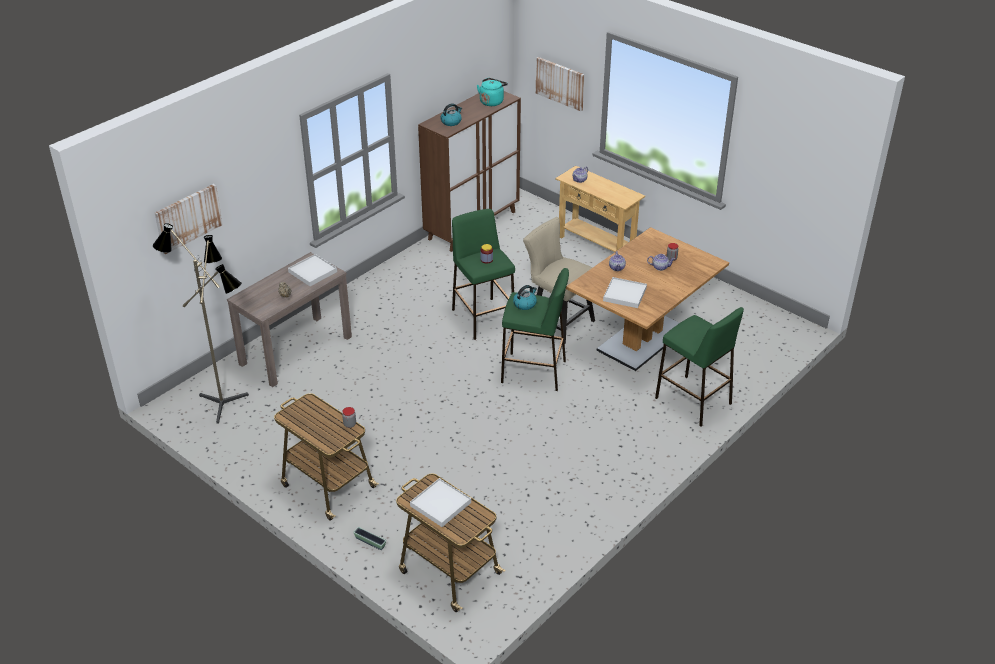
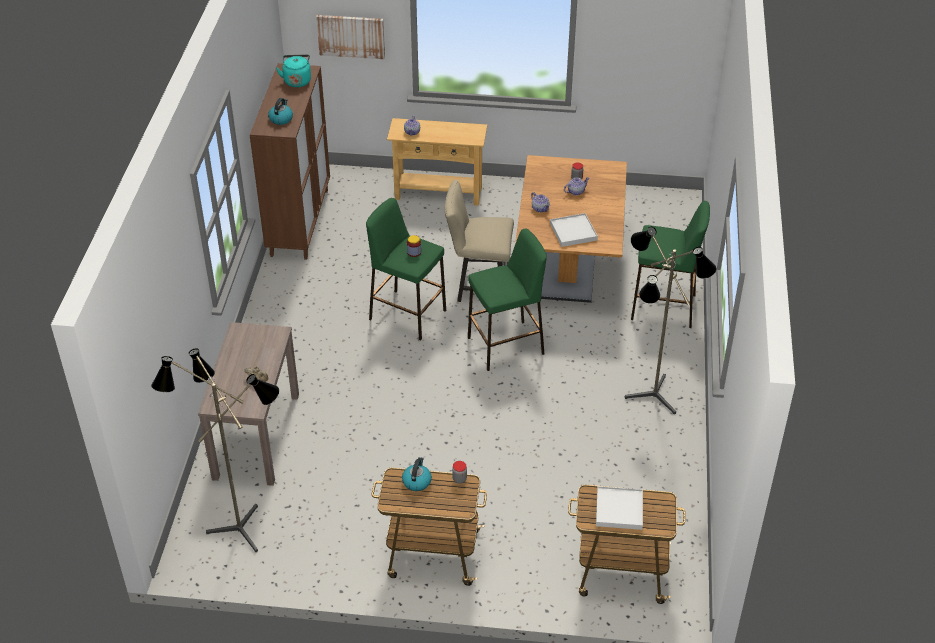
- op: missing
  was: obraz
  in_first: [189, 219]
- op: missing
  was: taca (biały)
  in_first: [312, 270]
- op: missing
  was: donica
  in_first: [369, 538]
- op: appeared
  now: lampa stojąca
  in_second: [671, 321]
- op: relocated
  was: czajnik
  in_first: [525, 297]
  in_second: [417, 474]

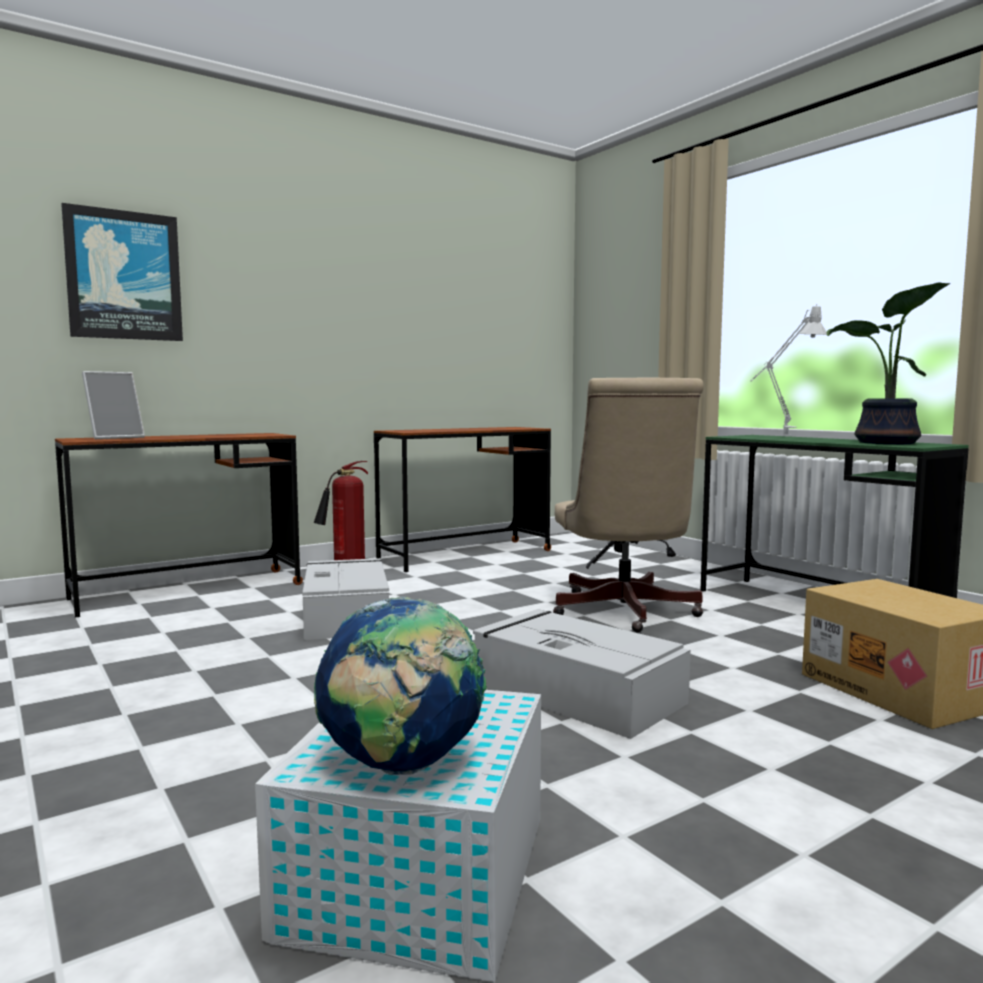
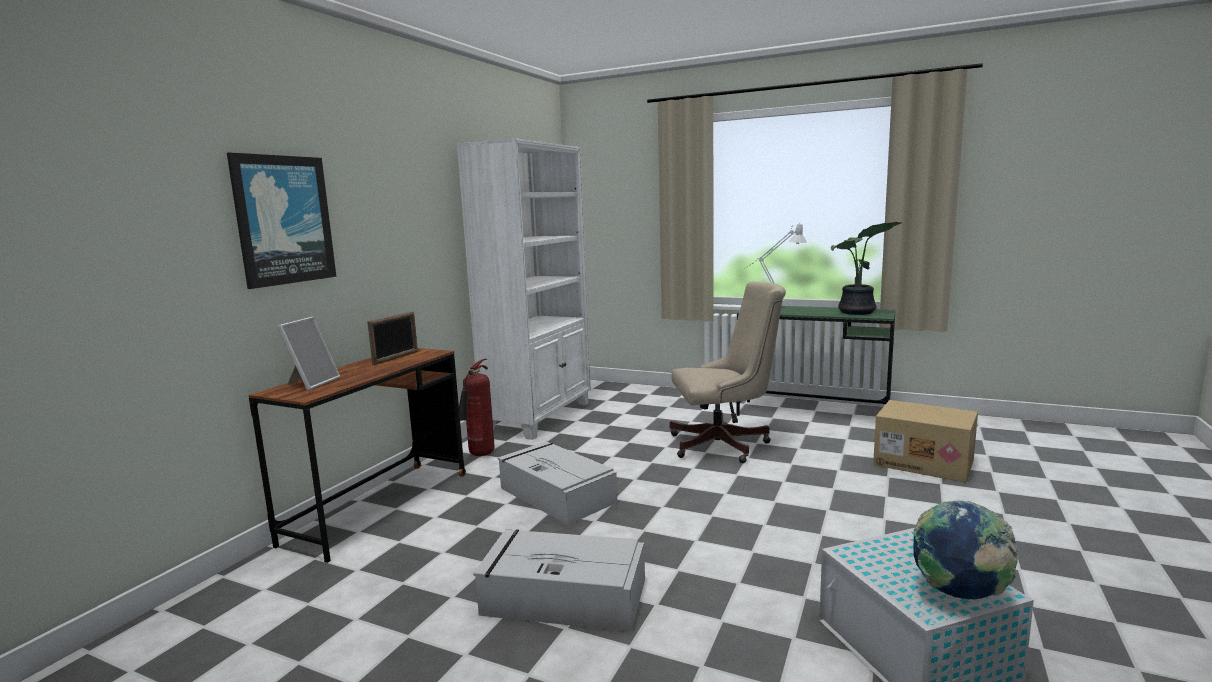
- op: appeared
  now: ramka na zdjęcie
  in_second: [392, 338]
- op: relocated
  was: pojemnik do przechowywania (szary)
  in_first: [582, 674]
  in_second: [559, 580]
- op: exchanged
  was: biurko (brązowy)
  now: regał (biały)
  in_first: [462, 499]
  in_second: [524, 289]
- op: spun
  was: krzesło biurowe (beżowy)
  in_first: [628, 505]
  in_second: [728, 372]
  clockwise: -60

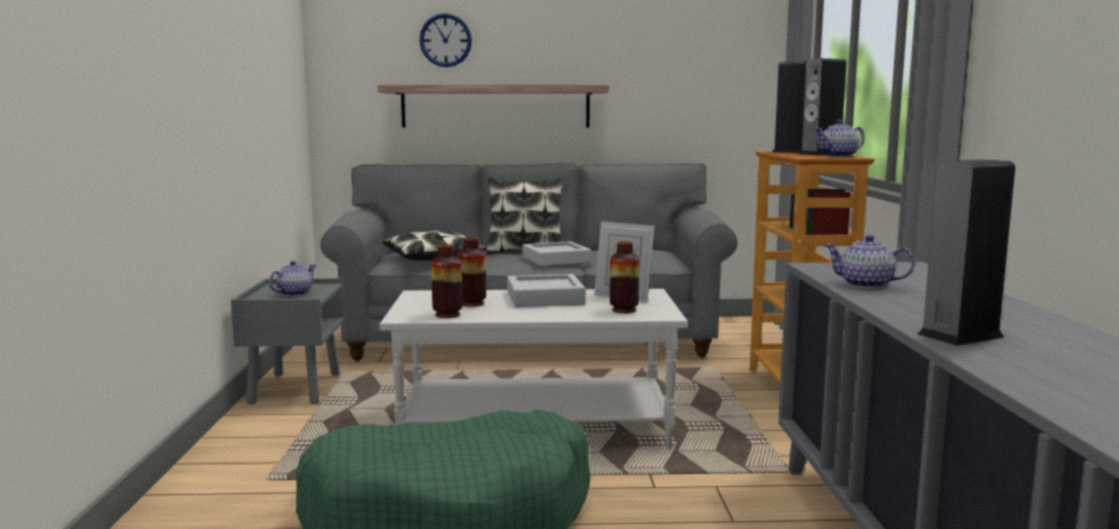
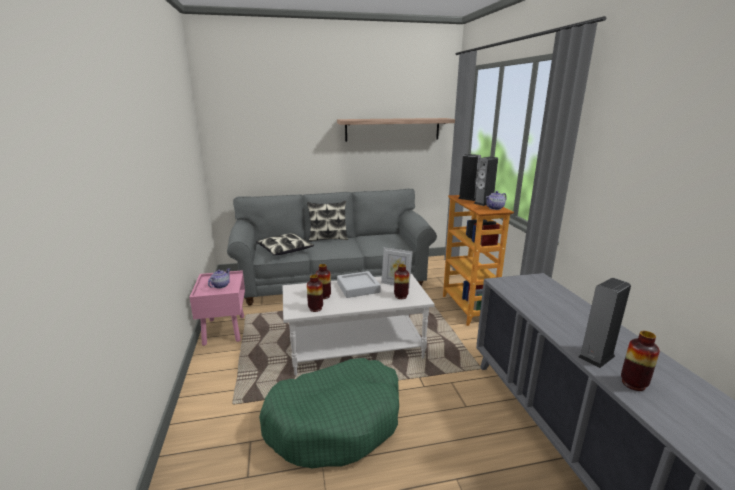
- op: missing
  was: zegar ścienny
  in_first: [445, 40]
- op: missing
  was: taca (szary)
  in_first: [556, 253]
- op: missing
  was: imbryk
  in_first: [870, 262]
- op: appeared
  now: wazon
  in_second: [640, 361]
- op: relocated
  was: półka
  in_first: [493, 106]
  in_second: [396, 130]
- op: colour
  was: szafka nocna (szary)
  now: szafka nocna (różowy)
  in_first: [288, 341]
  in_second: [217, 308]

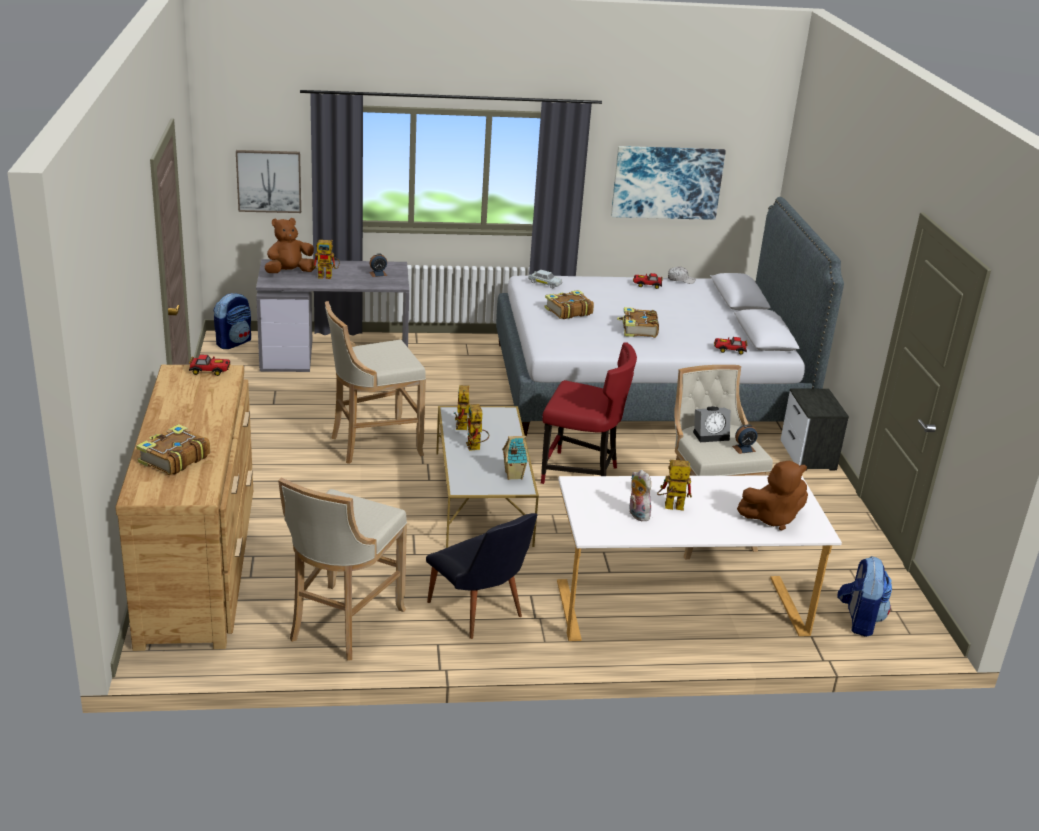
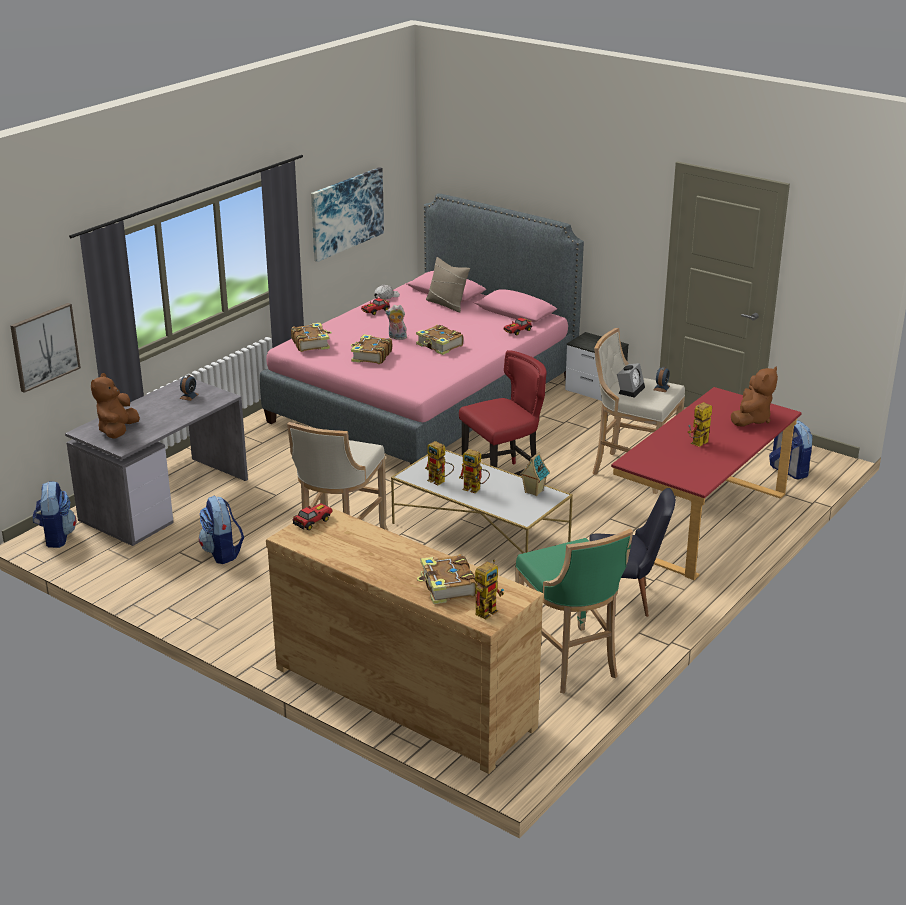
- op: appeared
  now: plecak
  in_second: [221, 530]
- op: appeared
  now: poduszka (beżowy)
  in_second: [448, 284]
- op: relocated
  was: robot zabawkowy
  in_first: [326, 259]
  in_second: [489, 590]
- op: relocated
  was: pluszak
  in_first: [640, 495]
  in_second: [396, 323]
- op: exchanged
  was: samochodzik (biały)
  now: książka
  in_first: [545, 279]
  in_second: [311, 337]
- op: colour
  was: stołek (beżowy)
  now: stołek (zielony)
  in_first: [342, 569]
  in_second: [574, 611]
- op: colour
  was: łóżko (szary)
  now: łóżko (różowy)
  in_first: [670, 316]
  in_second: [422, 329]
- op: colour
  was: biurko (biały)
  now: biurko (czerwony)
  in_first: [699, 558]
  in_second: [706, 483]

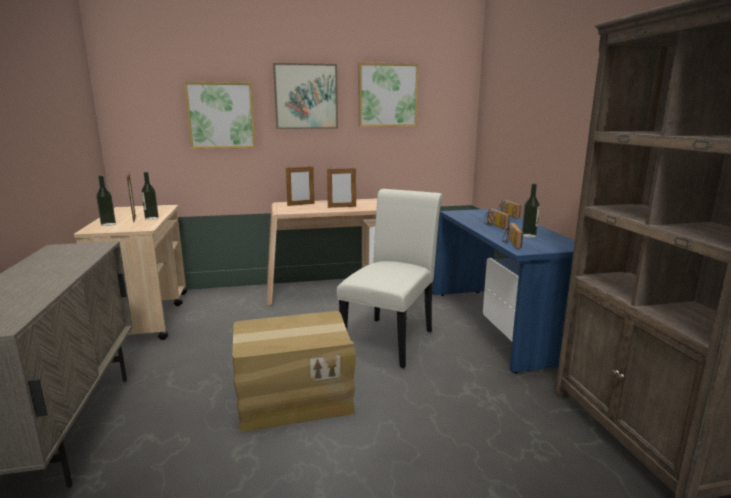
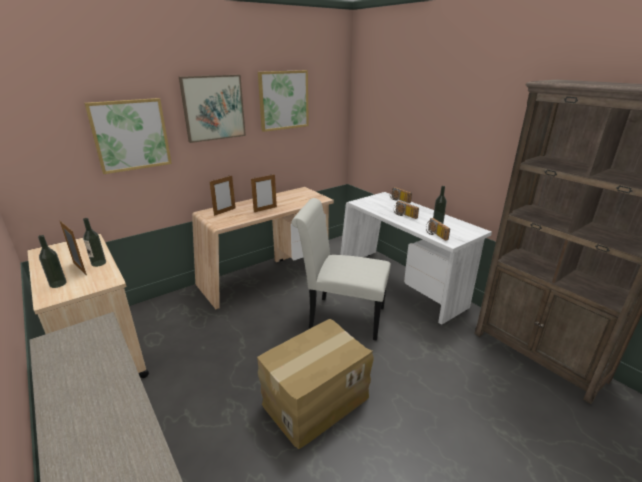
- op: colour
  was: biurko (niebieski)
  now: biurko (biały)
  in_first: [503, 291]
  in_second: [416, 258]
- op: spun
  was: krzesło (biały)
  in_first: [389, 278]
  in_second: [341, 269]
  clockwise: -75

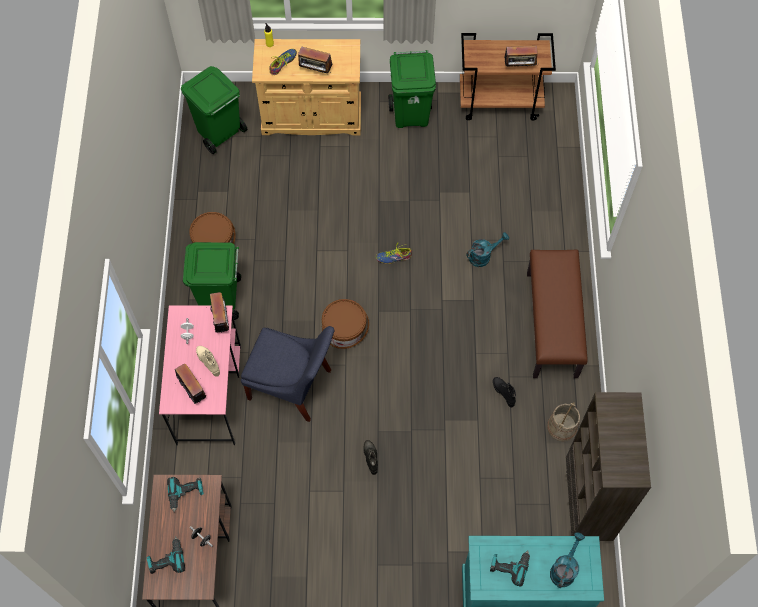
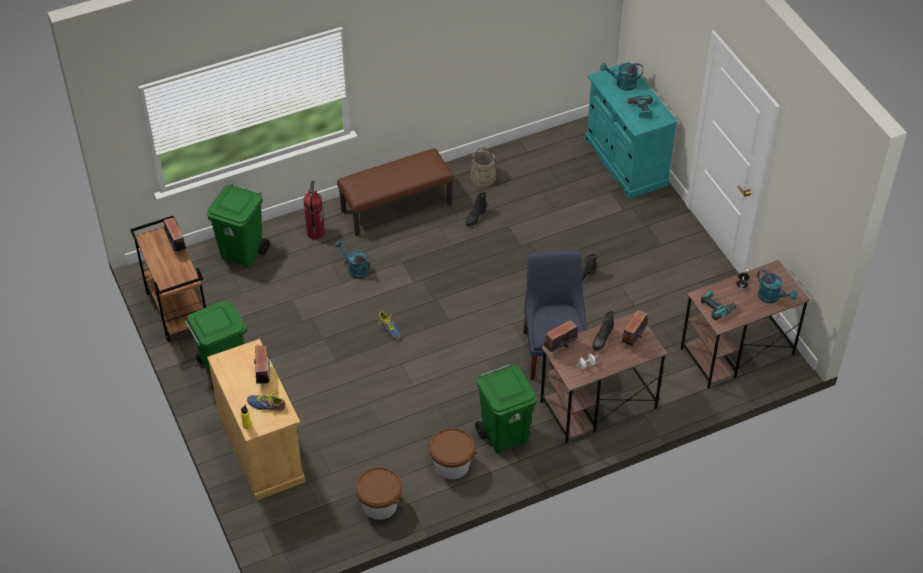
- op: missing
  was: regał (brązowy)
  in_first: [608, 466]
- op: appeared
  now: gaśnica
  in_second: [314, 210]
- op: relocated
  was: kosz na śmieci (zielony)
  in_first: [214, 110]
  in_second: [238, 226]
- op: relocated
  was: wiadro (brązowy)
  in_first: [345, 324]
  in_second: [380, 493]
- op: exchanged
  was: wiertarka
  now: konewka (turkusowy)
  in_first: [165, 555]
  in_second: [777, 286]
- op: colour
  was: biurko (różowy)
  now: biurko (brązowy)
  in_first: [200, 375]
  in_second: [603, 377]
- op: colour
  was: but z cholewką (beżowy)
  now: but z cholewką (czarny)
  in_first: [208, 361]
  in_second: [603, 331]

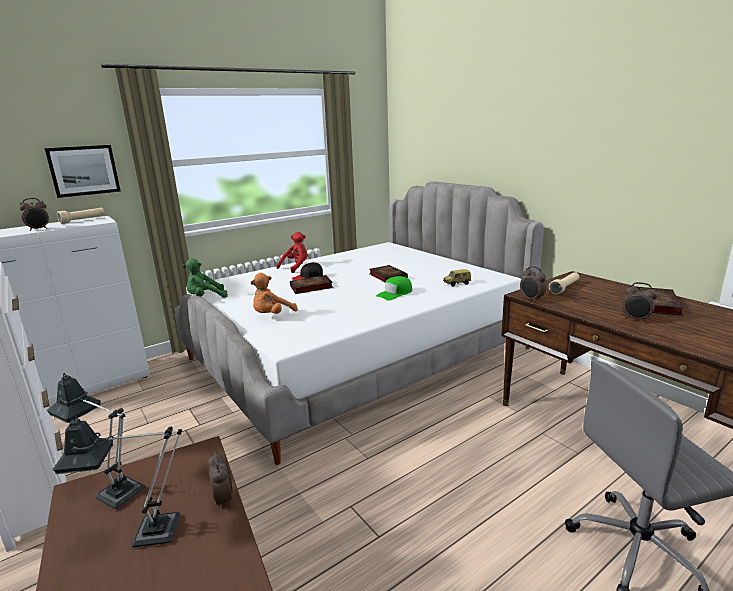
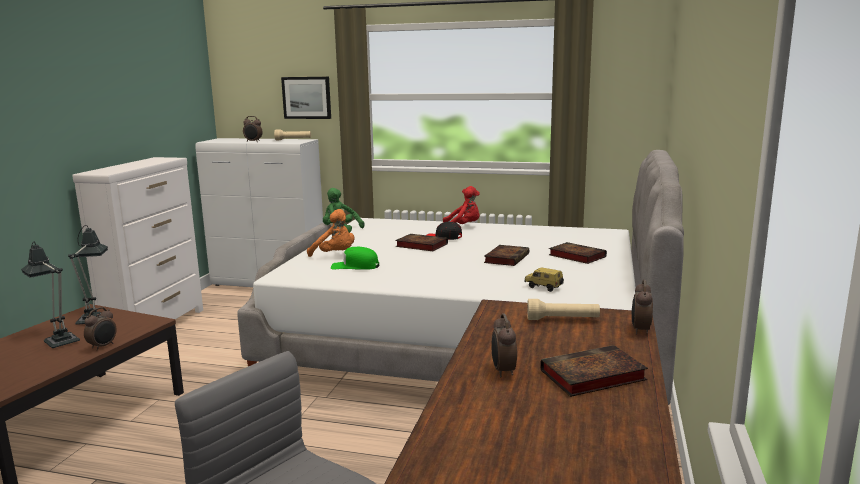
- op: appeared
  now: książka
  in_second: [578, 253]
- op: relocated
  was: czapka z daszkiem (zielony)
  in_first: [394, 288]
  in_second: [355, 258]
- op: relocated
  was: budzik
  in_first: [533, 284]
  in_second: [642, 307]
- op: spun
  was: pluszak (pomarańczowy)
  in_first: [274, 293]
  in_second: [330, 233]
  clockwise: -150

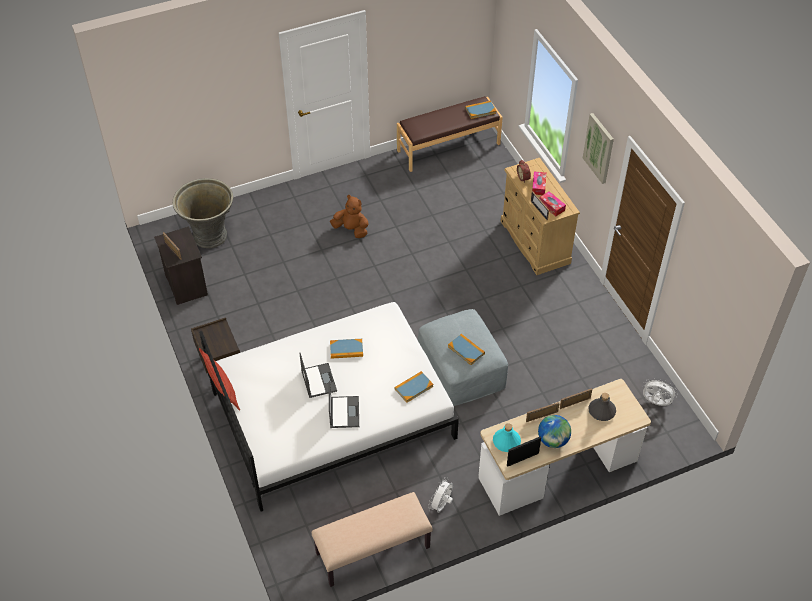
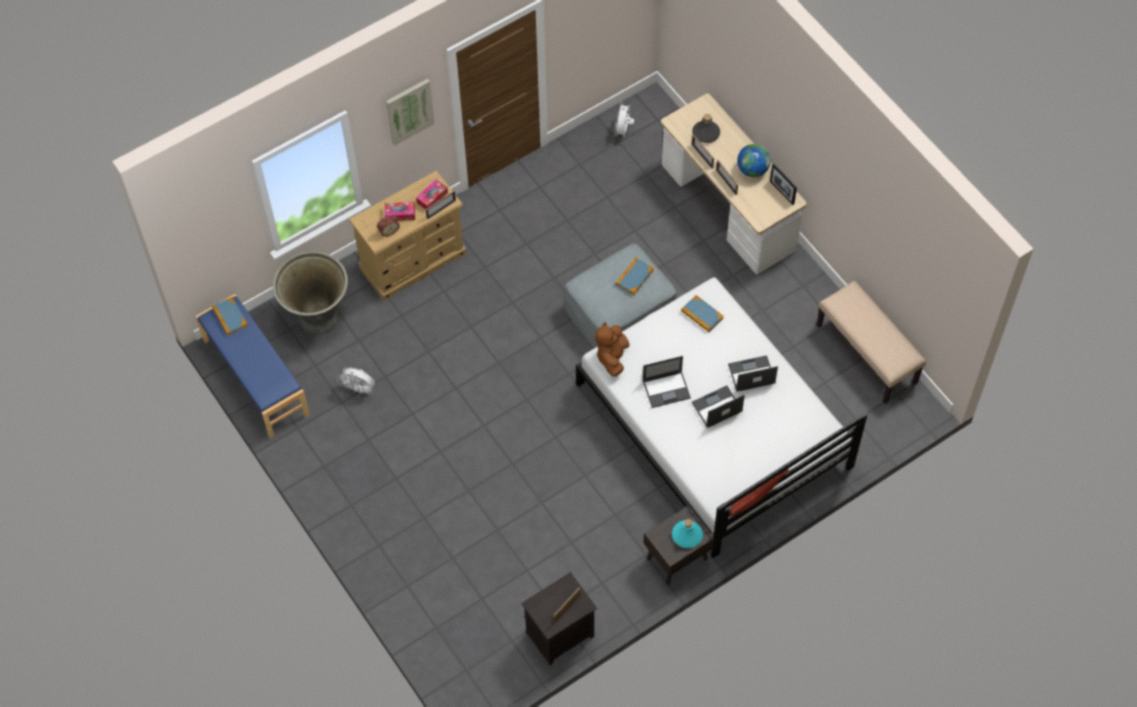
- op: relocated
  was: donica (szary)
  in_first: [202, 213]
  in_second: [310, 292]
- op: relocated
  was: pluszak (brązowy)
  in_first: [349, 216]
  in_second: [612, 349]
- op: relocated
  was: wentylator (biały)
  in_first: [440, 495]
  in_second: [356, 381]
- op: relocated
  was: butelka (turkusowy)
  in_first: [507, 437]
  in_second: [687, 533]
- op: exchanged
  was: książka
  now: laptop
  in_first: [346, 349]
  in_second: [667, 382]
- op: colour
  was: ławka (brązowy)
  now: ławka (niebieski)
  in_first: [450, 134]
  in_second: [252, 366]

